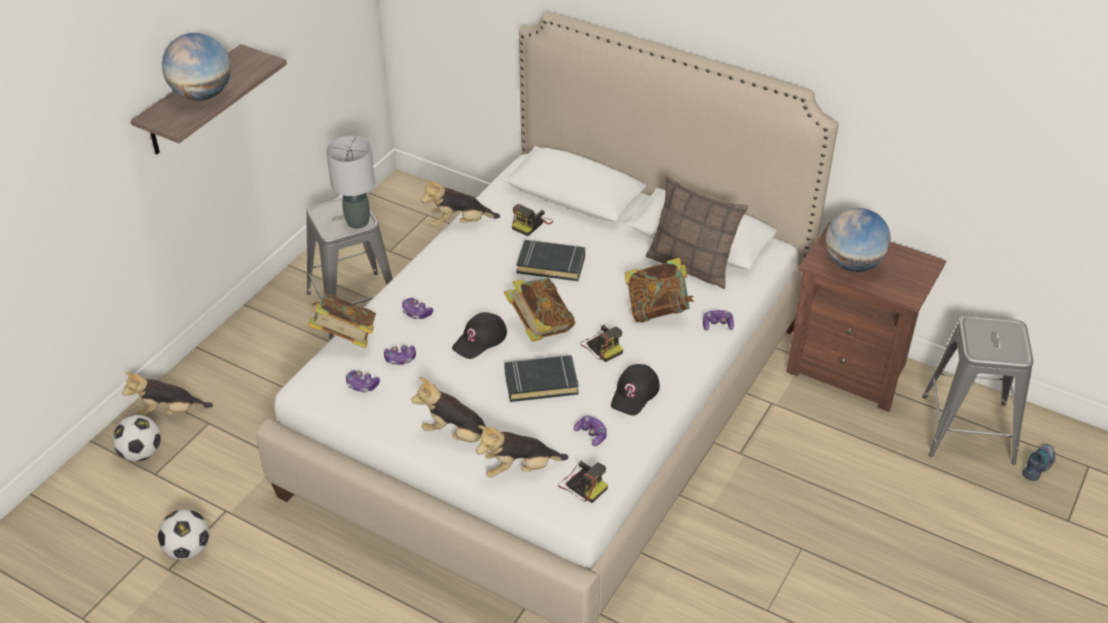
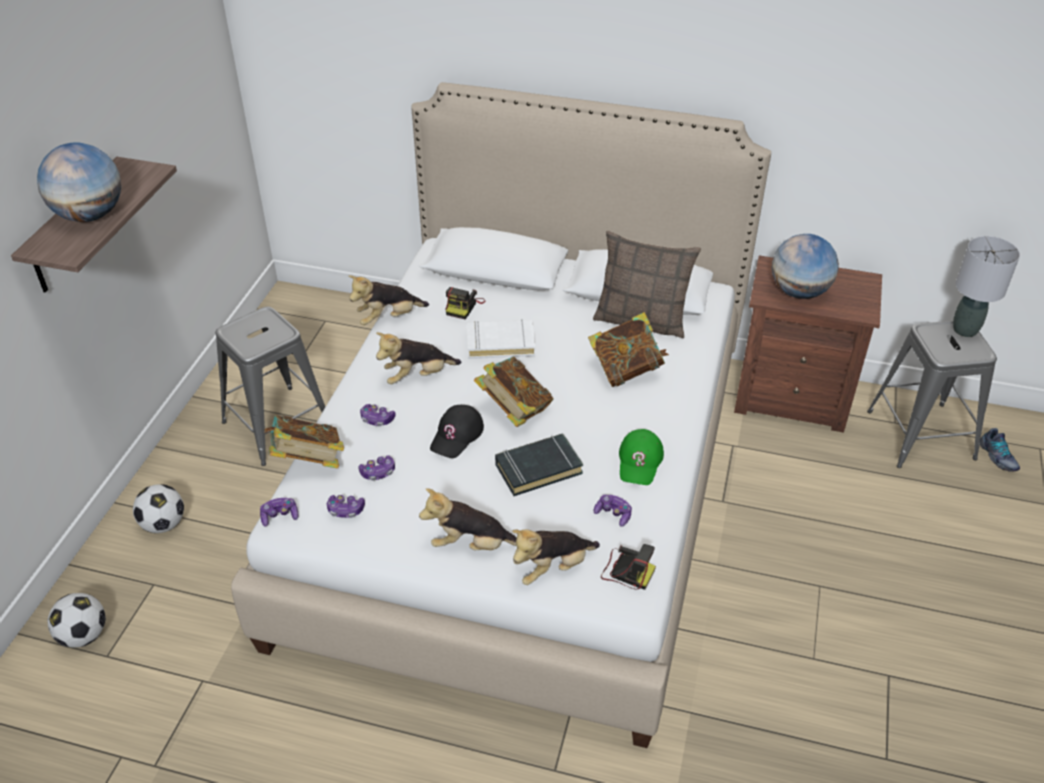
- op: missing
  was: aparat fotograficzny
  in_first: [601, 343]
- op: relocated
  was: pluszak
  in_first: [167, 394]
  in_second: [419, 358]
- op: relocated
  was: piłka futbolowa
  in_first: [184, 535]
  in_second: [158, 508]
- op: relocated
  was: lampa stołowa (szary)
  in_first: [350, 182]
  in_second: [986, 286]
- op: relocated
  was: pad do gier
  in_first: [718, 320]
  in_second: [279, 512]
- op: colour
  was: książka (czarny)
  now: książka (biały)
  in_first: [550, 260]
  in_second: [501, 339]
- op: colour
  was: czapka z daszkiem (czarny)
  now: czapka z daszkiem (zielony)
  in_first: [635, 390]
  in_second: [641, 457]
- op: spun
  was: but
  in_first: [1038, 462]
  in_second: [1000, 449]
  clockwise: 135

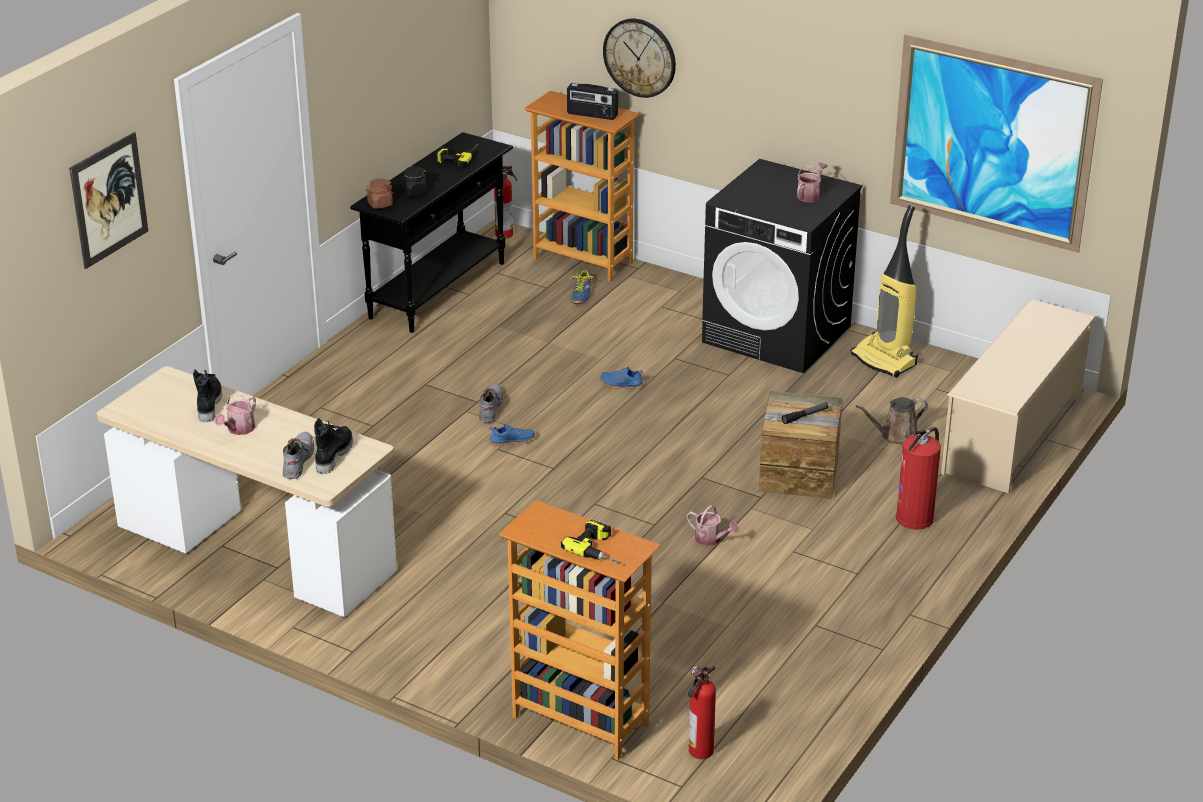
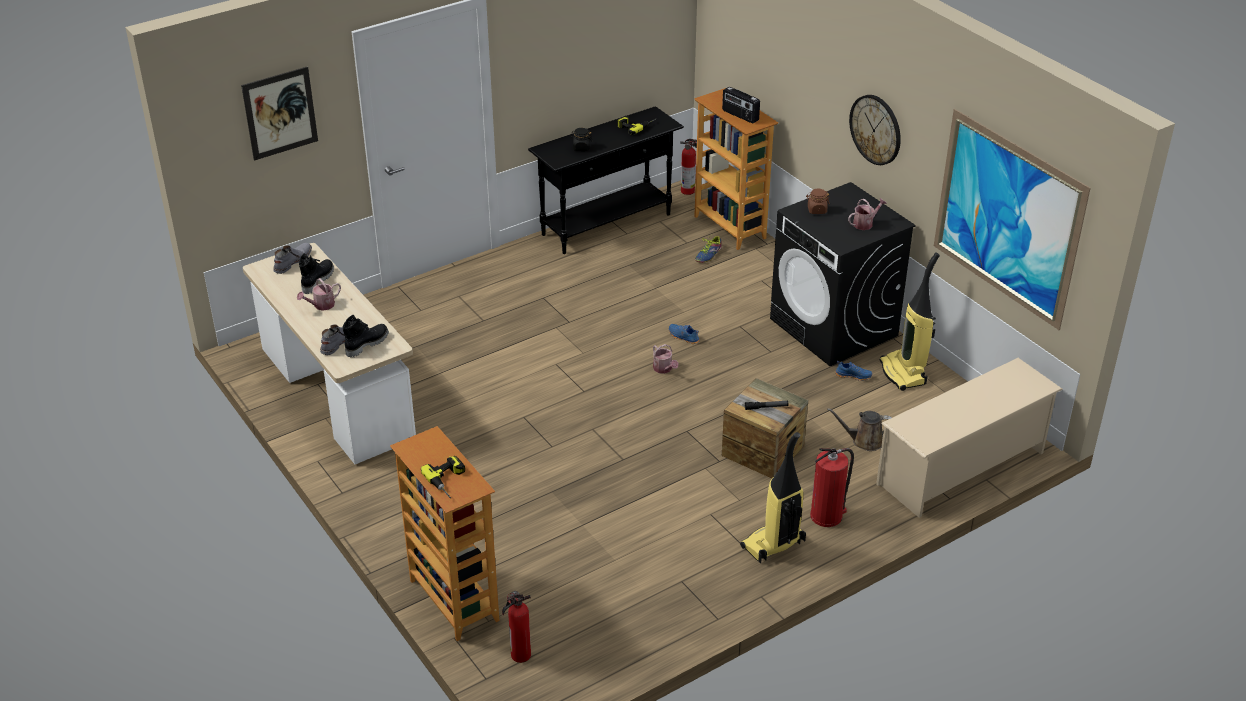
- op: appeared
  now: odkurzacz
  in_second: [773, 497]
- op: relocated
  was: słoik (brązowy)
  in_first: [379, 193]
  in_second: [818, 201]
- op: relocated
  was: but z cholewką (szary)
  in_first: [491, 403]
  in_second: [292, 258]
- op: relocated
  was: but (niebieski)
  in_first: [512, 435]
  in_second: [854, 371]
- op: relocated
  was: zegar ścienny
  in_first: [639, 58]
  in_second: [875, 130]
- op: relocated
  was: konewka
  in_first: [713, 525]
  in_second: [665, 359]

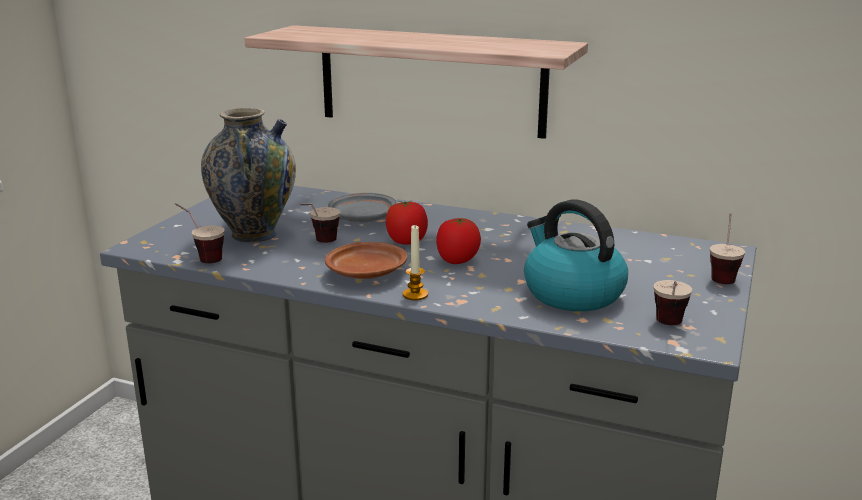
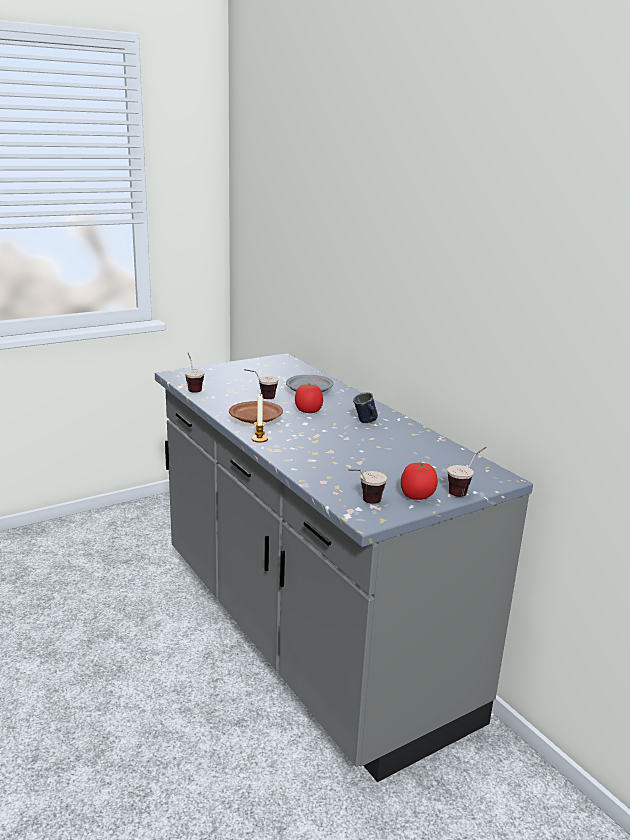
- op: missing
  was: wazon
  in_first: [248, 175]
- op: missing
  was: półka
  in_first: [416, 82]
- op: missing
  was: czajnik
  in_first: [576, 255]
- op: appeared
  now: kubek (niebieski)
  in_second: [365, 407]
- op: relocated
  was: pomidor
  in_first: [458, 241]
  in_second: [419, 481]

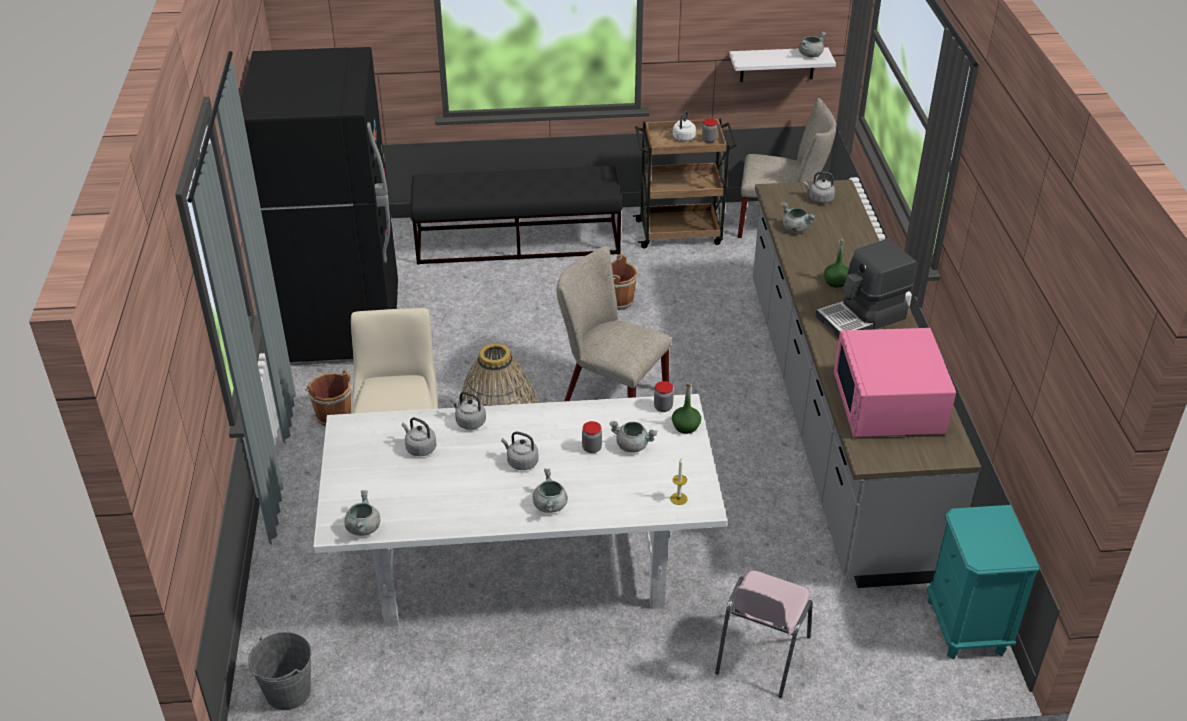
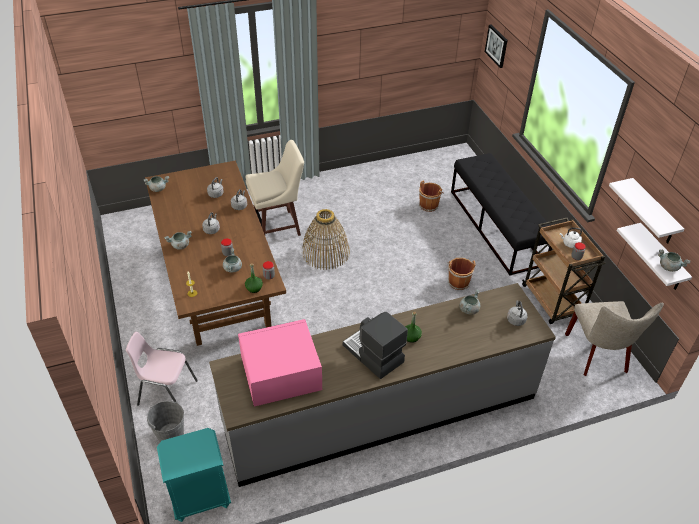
- op: missing
  was: lodówka (czarny)
  in_first: [319, 206]
- op: missing
  was: krzesło (beżowy)
  in_first: [614, 323]
- op: appeared
  now: obraz
  in_second: [496, 46]
- op: appeared
  now: półka (biały)
  in_second: [646, 211]
- op: relocated
  was: wiadro (szary)
  in_first: [280, 671]
  in_second: [165, 421]
- op: relocated
  was: wiadro (brązowy)
  in_first: [328, 397]
  in_second: [431, 196]
- op: colour
  was: stół jadalny (biały)
  now: stół jadalny (brązowy)
  in_first: [520, 510]
  in_second: [215, 253]

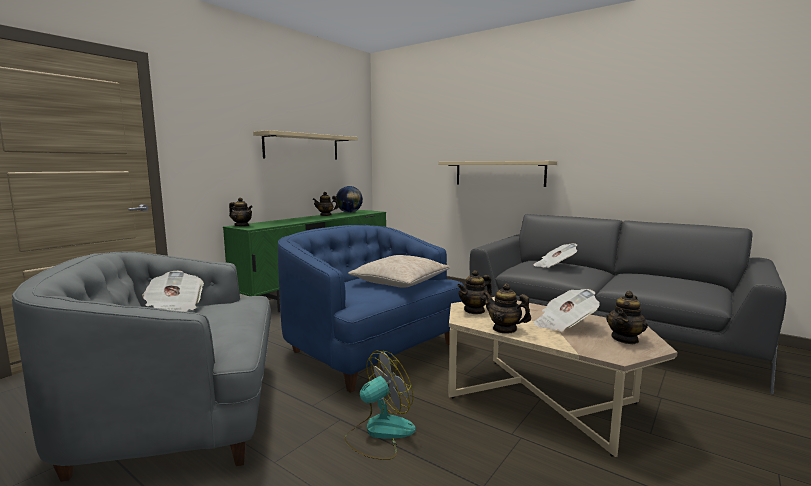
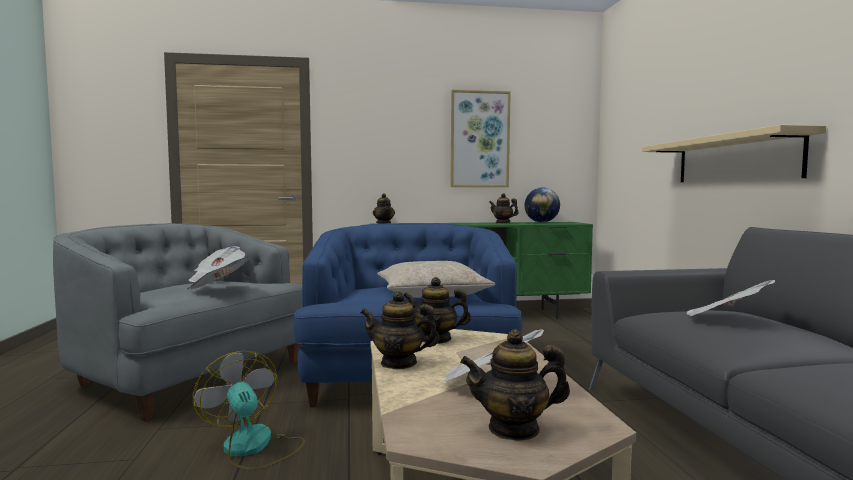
- op: appeared
  now: gazeta
  in_second: [218, 272]
- op: exchanged
  was: półka (beżowy)
  now: obraz
  in_first: [305, 145]
  in_second: [480, 138]
- op: spun
  was: wentylator
  in_first: [380, 405]
  in_second: [249, 410]
  clockwise: -135
- op: spun
  was: imbryk
  in_first: [507, 309]
  in_second: [400, 330]
  clockwise: -75

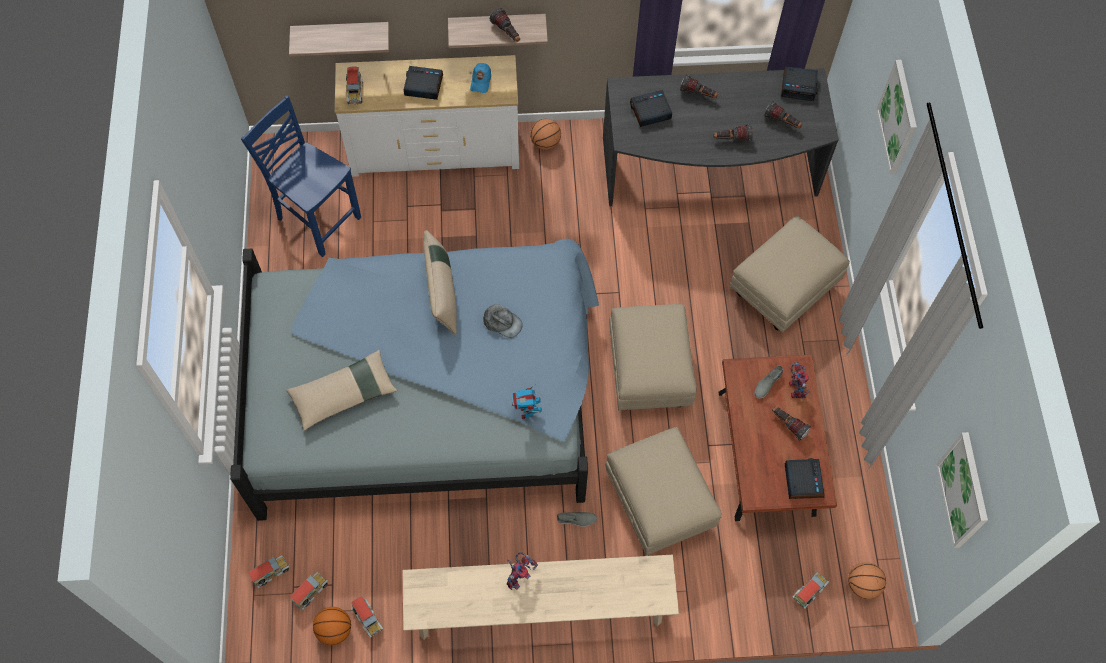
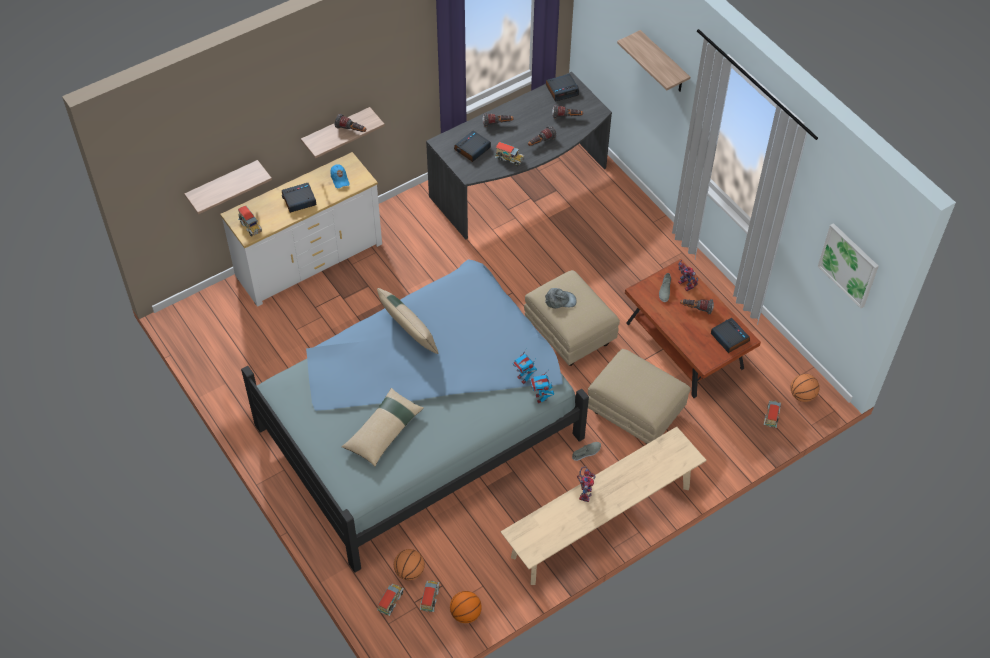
- op: missing
  was: krzesło (niebieski)
  in_first: [301, 176]
- op: missing
  was: pufa (beżowy)
  in_first: [790, 273]
- op: appeared
  now: robot zabawkowy
  in_second: [542, 387]
- op: relocated
  was: ciężarówka zabawkowa
  in_first: [367, 616]
  in_second: [509, 154]
- op: relocated
  was: czapka z daszkiem (szary)
  in_first: [503, 321]
  in_second: [561, 298]
- op: relocated
  was: piłka do koszykówki
  in_first: [545, 134]
  in_second: [409, 564]
- op: exchanged
  was: obraz
  now: półka
  in_first: [896, 117]
  in_second: [653, 60]

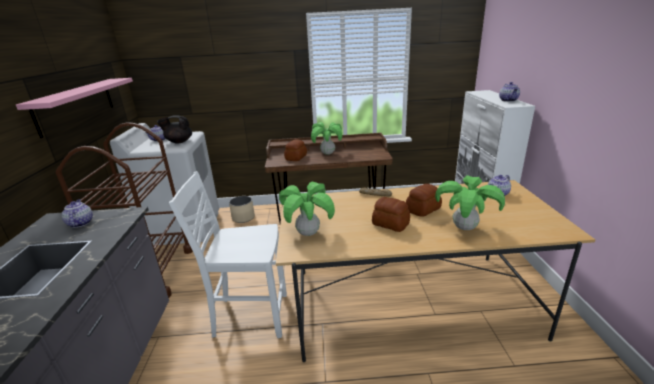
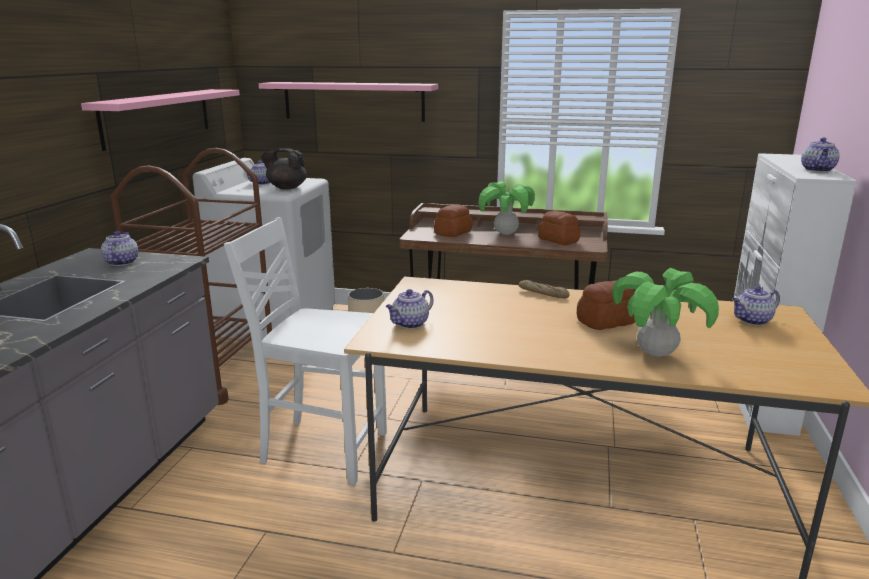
- op: appeared
  now: półka (różowy)
  in_second: [348, 102]
- op: relocated
  was: chleb
  in_first: [391, 214]
  in_second: [559, 227]
- op: exchanged
  was: roślina doniczkowa
  now: imbryk
  in_first: [307, 209]
  in_second: [410, 309]

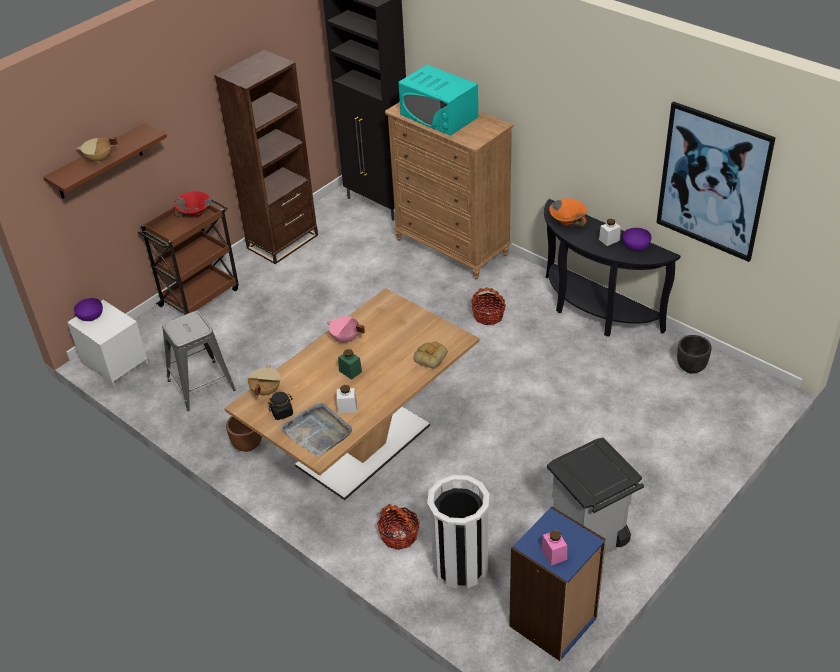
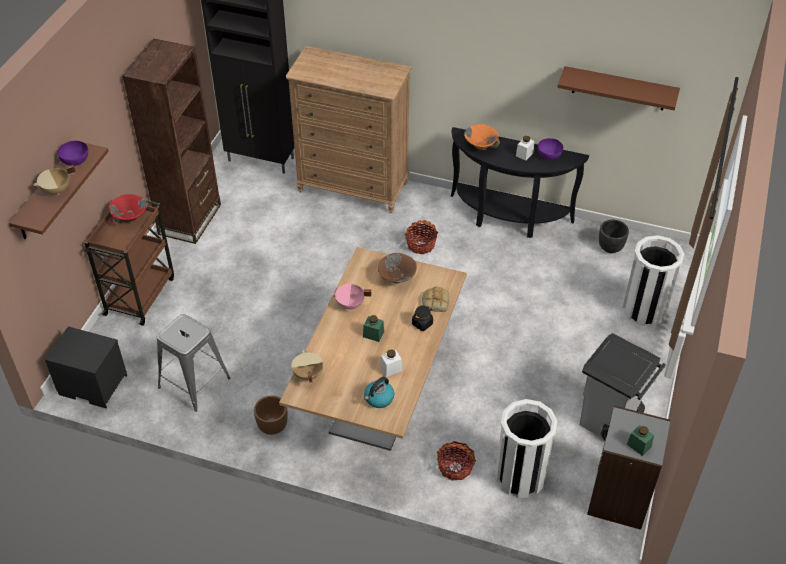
- op: missing
  was: mikrofalówka (turkusowy)
  in_first: [438, 100]
- op: appeared
  now: miska (brązowy)
  in_second: [397, 268]
- op: appeared
  now: kosz na śmieci (biały)
  in_second: [653, 280]
- op: relocated
  was: miska (fioletowy)
  in_first: [88, 309]
  in_second: [72, 153]
- op: relocated
  was: słoik (czarny)
  in_first: [281, 406]
  in_second: [422, 318]
- op: exchanged
  was: taca (szary)
  now: czajnik
  in_first: [316, 429]
  in_second: [379, 392]
- op: exchanged
  was: obraz
  now: półka (brązowy)
  in_first: [716, 181]
  in_second: [618, 88]
- op: colour
  was: szafka nocna (biały)
  now: szafka nocna (czarny)
  in_first: [107, 343]
  in_second: [86, 367]
- op: colour
  was: regał (niebieski)
  now: regał (szary)
  in_first: [557, 583]
  in_second: [629, 467]
- op: colour
  was: słoik (różowy)
  now: słoik (zielony)
  in_first: [554, 548]
  in_second: [640, 440]

